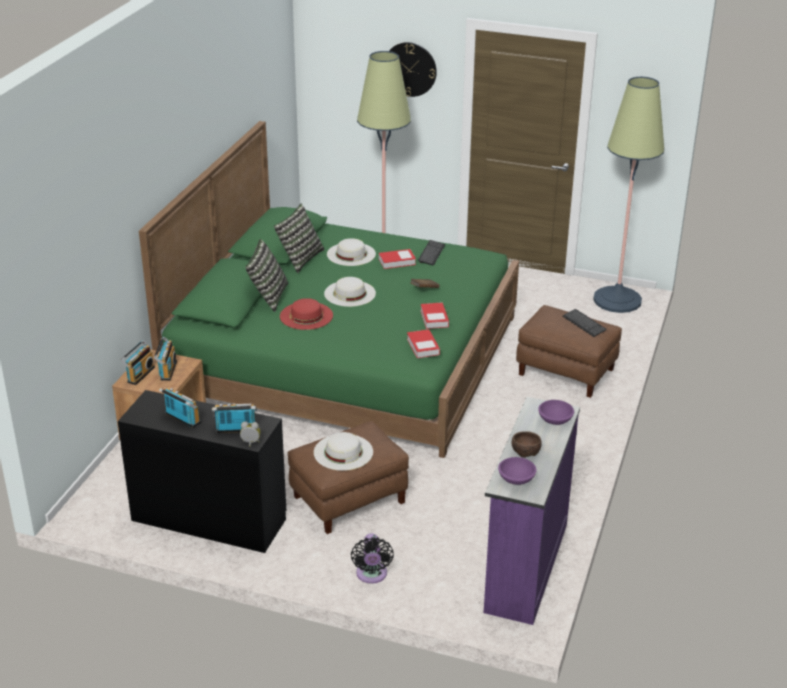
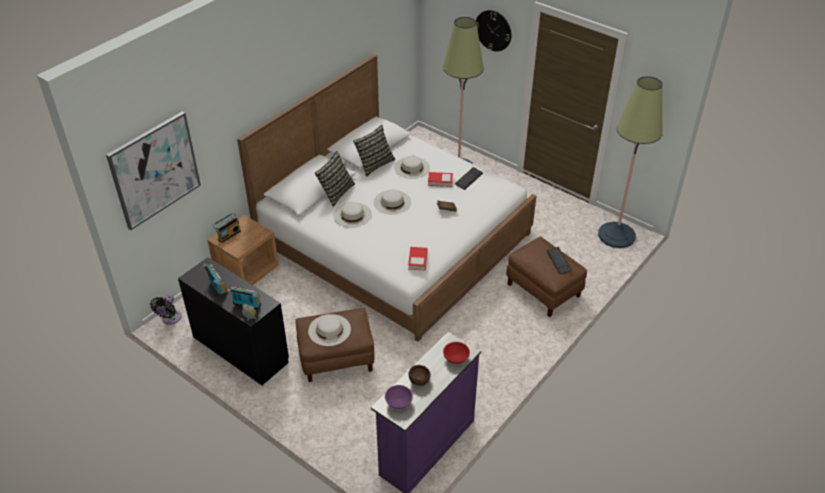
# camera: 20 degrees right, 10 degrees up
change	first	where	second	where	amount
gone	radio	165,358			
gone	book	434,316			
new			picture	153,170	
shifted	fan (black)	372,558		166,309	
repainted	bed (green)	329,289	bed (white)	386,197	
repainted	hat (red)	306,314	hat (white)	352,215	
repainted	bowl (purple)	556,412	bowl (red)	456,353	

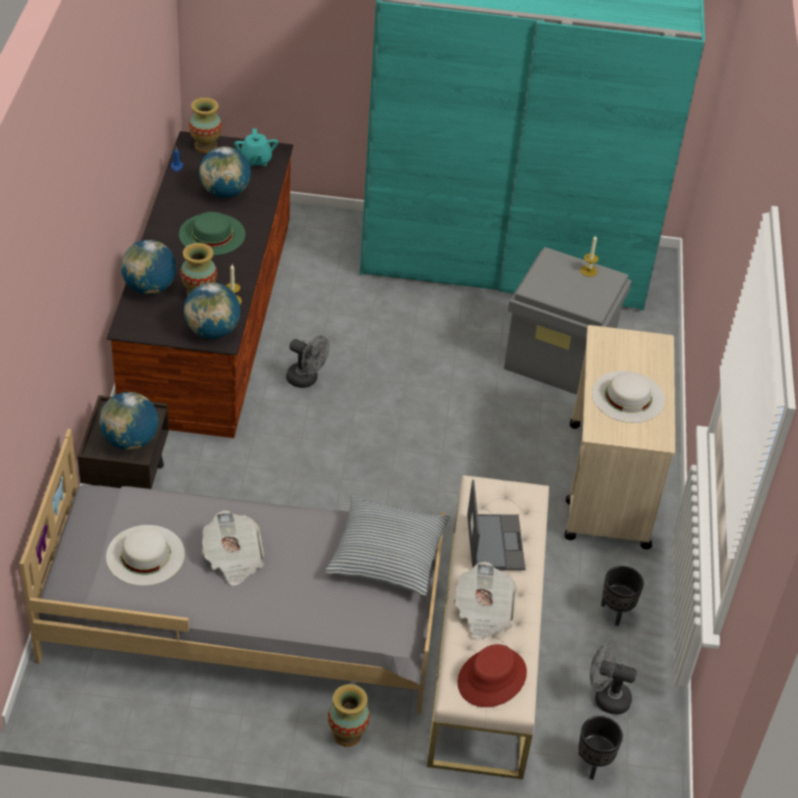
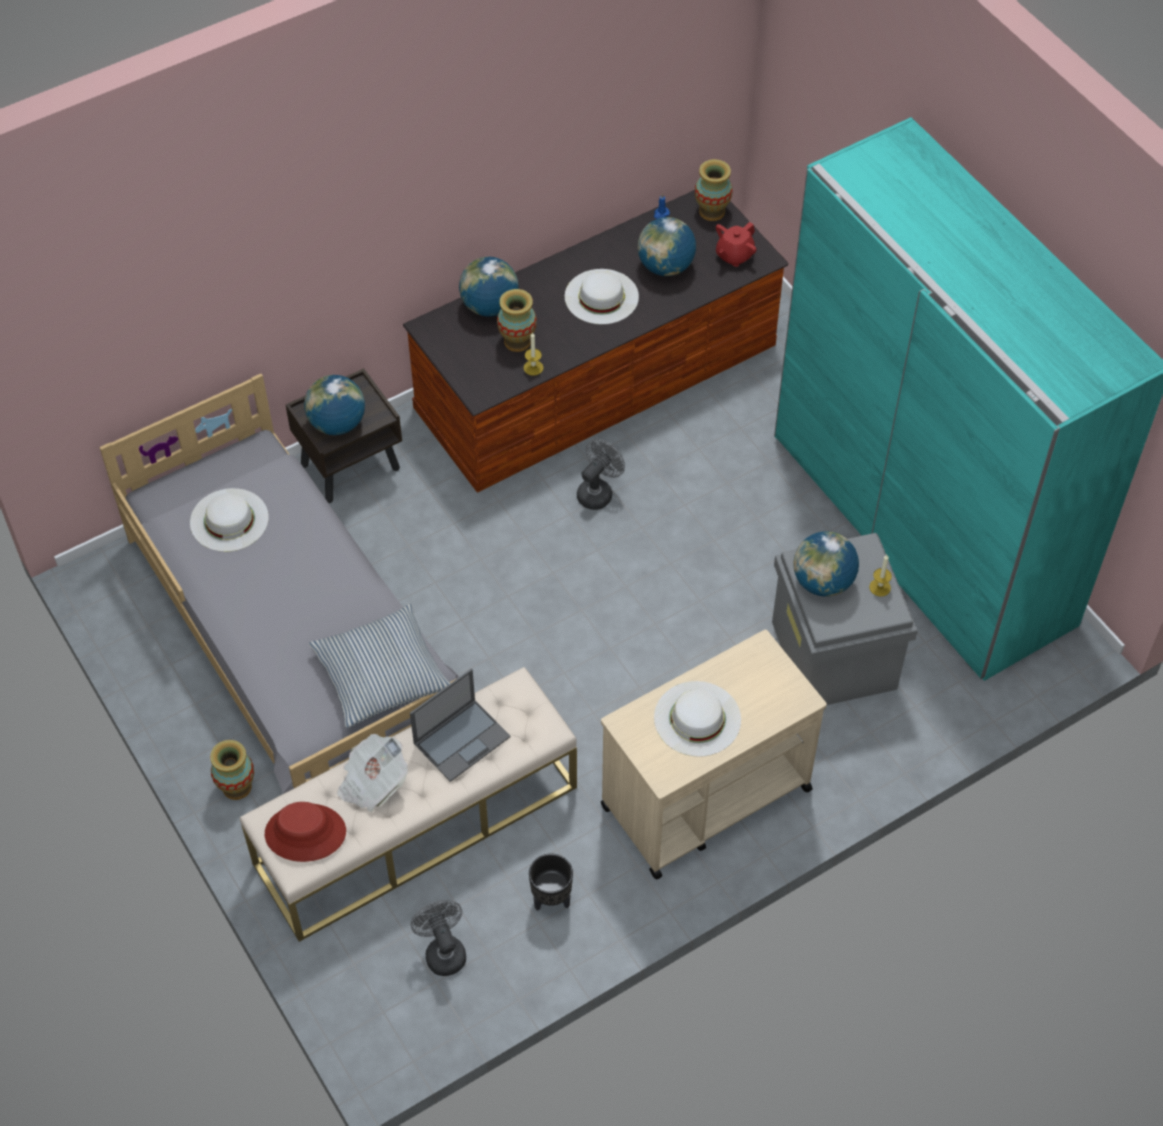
# camera: 55 degrees right, 10 degrees up
change	first	where	second	where	amount
gone	newspaper	233,548			
gone	planter (black)	600,748			
shifted	globe	212,310		826,564	
repainted	hat (green)	212,233	hat (white)	602,296	
repainted	teapot (turquoise)	256,147	teapot (red)	736,244	
rotated	fan (grey)	307,362		601,474	135 degrees counterclockwise

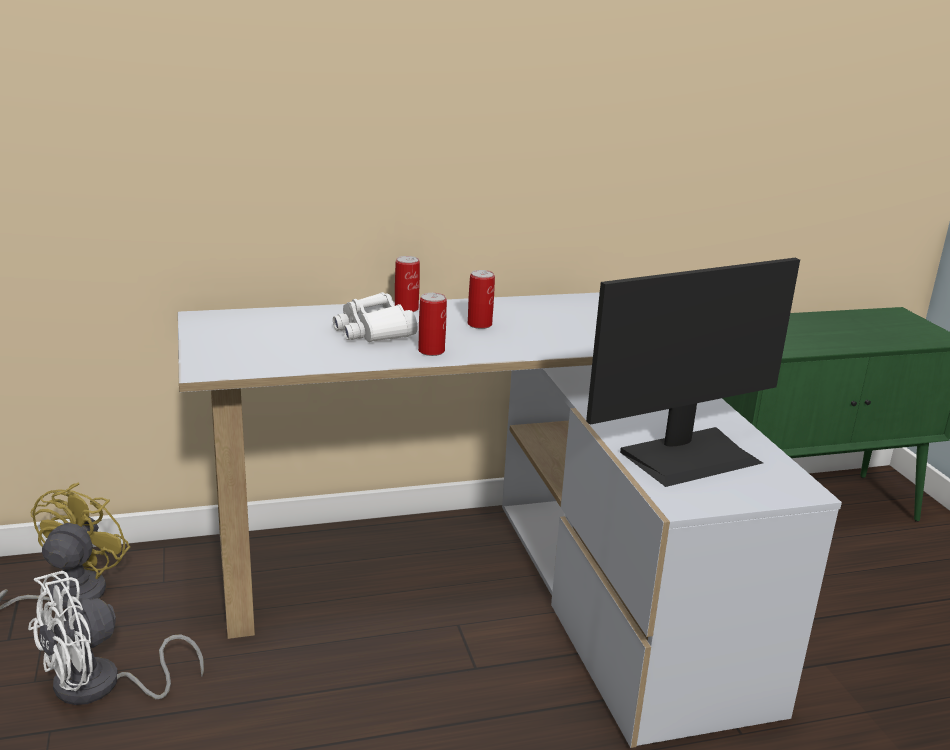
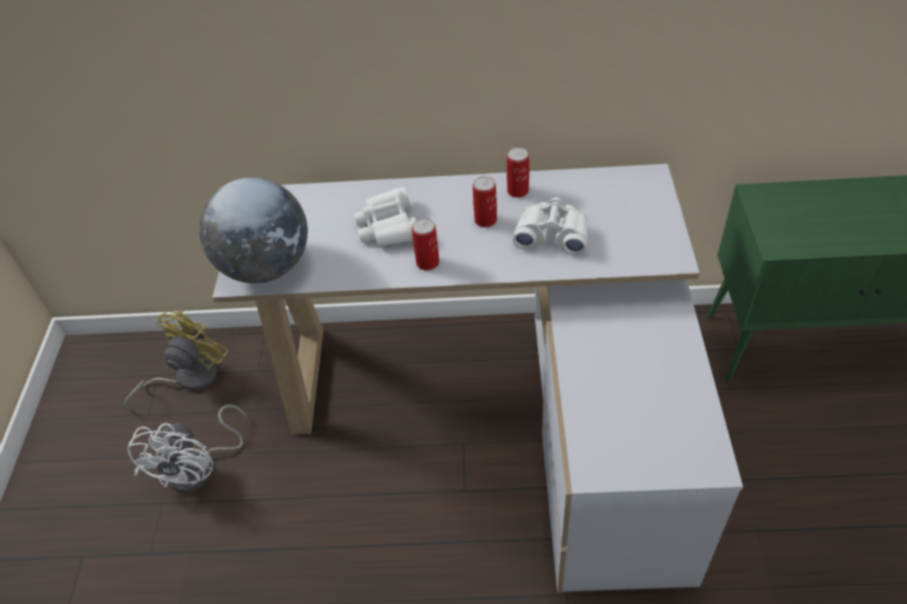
# camera: 20 degrees right, 25 degrees up
change	first	where	second	where	amount
gone	monitor	693,372			
new			globe	253,230	
new			binoculars (white)	550,226	
shifted	can	407,284		518,172	
rotated	fan (white)	116,638		187,448	60 degrees counterclockwise

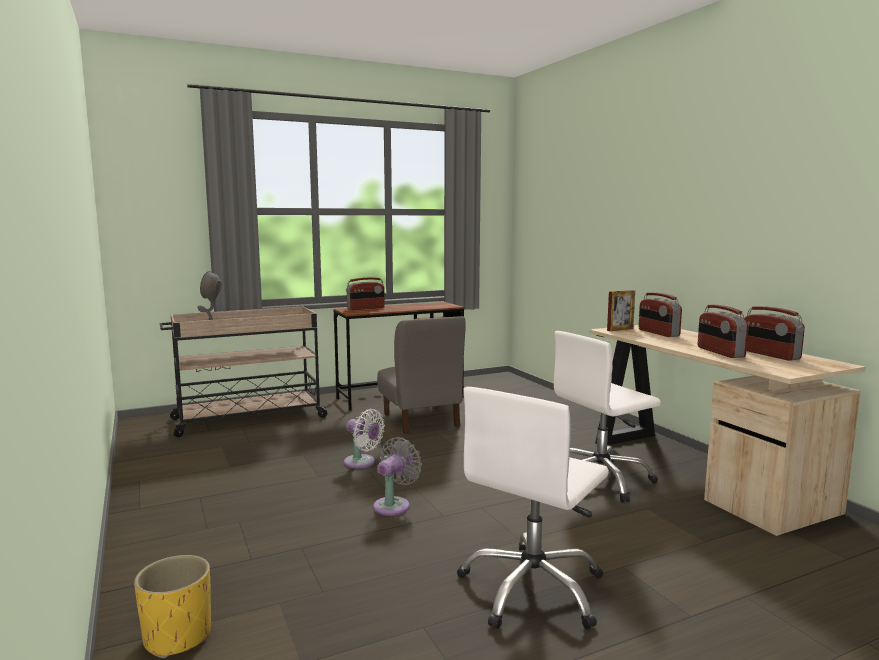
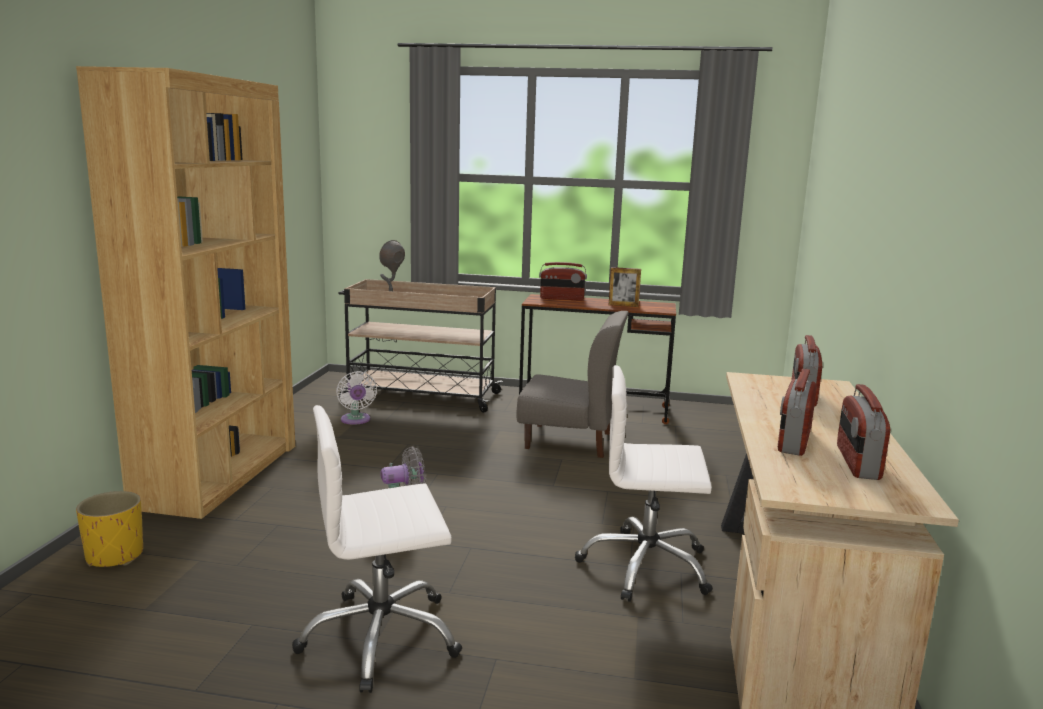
# camera: 35 degrees right, 5 degrees up
change	first	where	second	where	amount
new			bookcase (brown)	185,292	
shifted	fan (white)	364,438		356,398	
shifted	picture frame	621,310		625,287	
rotated	chair (grey)	421,375		572,384	90 degrees counterclockwise

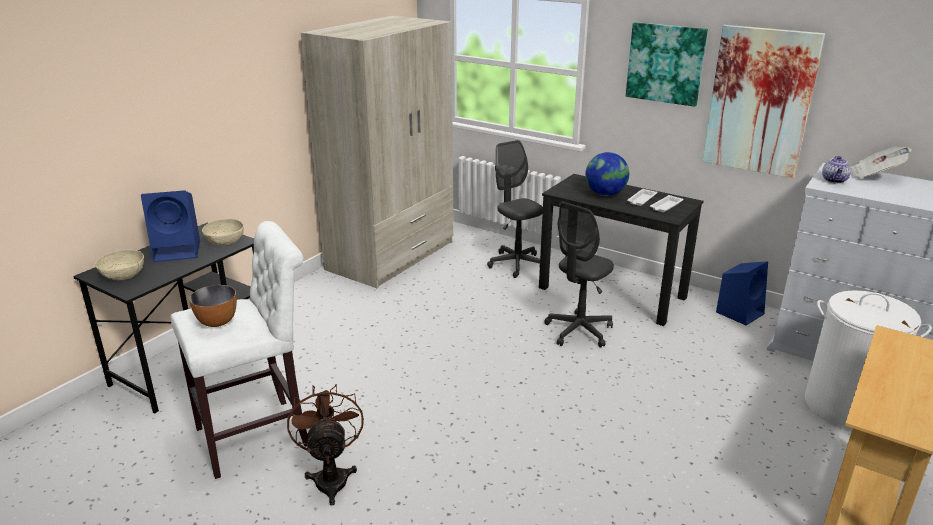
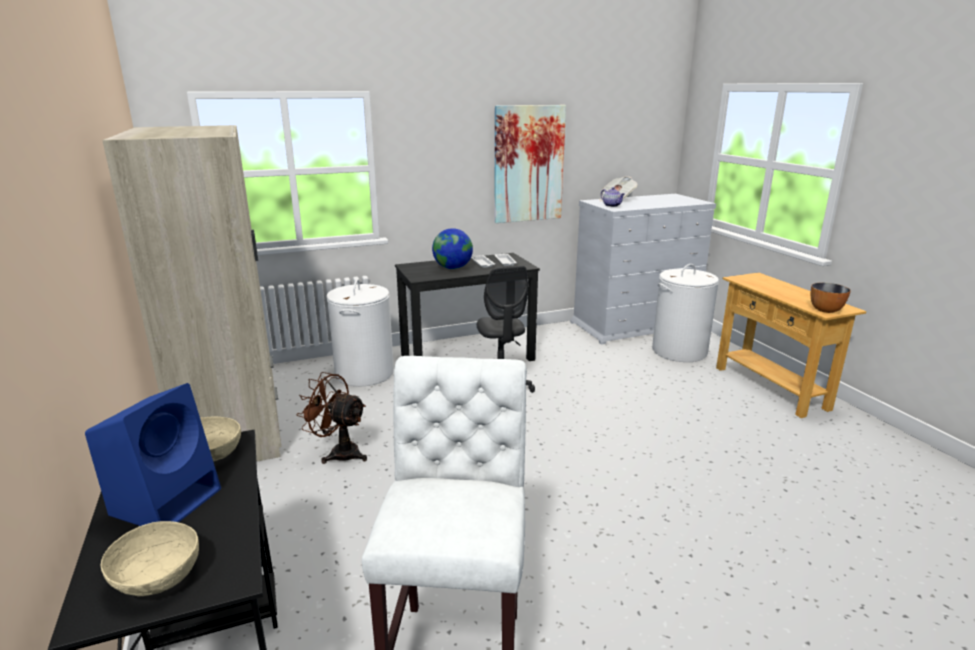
# camera: 55 degrees left, 5 degrees down
change	first	where	second	where	amount
gone	picture	667,64			
gone	speaker (blue)	742,293			
shifted	bowl	213,306		831,298	
shifted	fan (brown)	325,444		331,418	
swapped	office chair (grey)	515,209	laundry basket (white)	360,333	

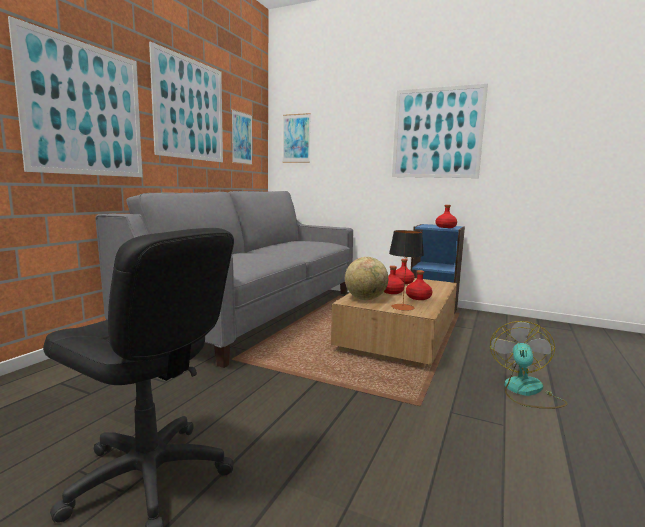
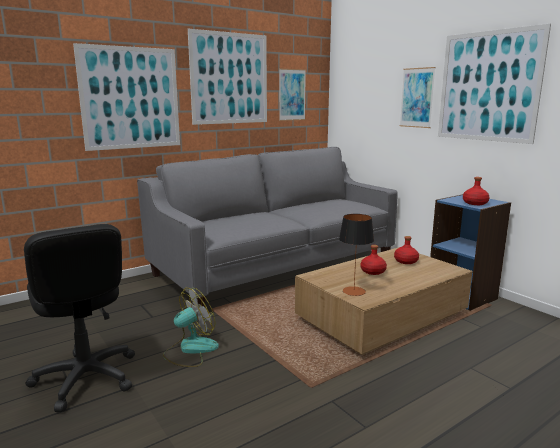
# camera: 30 degrees right, 5 degrees up
change	first	where	second	where	amount
gone	globe	366,278			
gone	bottle (red)	419,285			
shifted	picture	297,138		418,97	
shifted	fan	529,365		191,327	

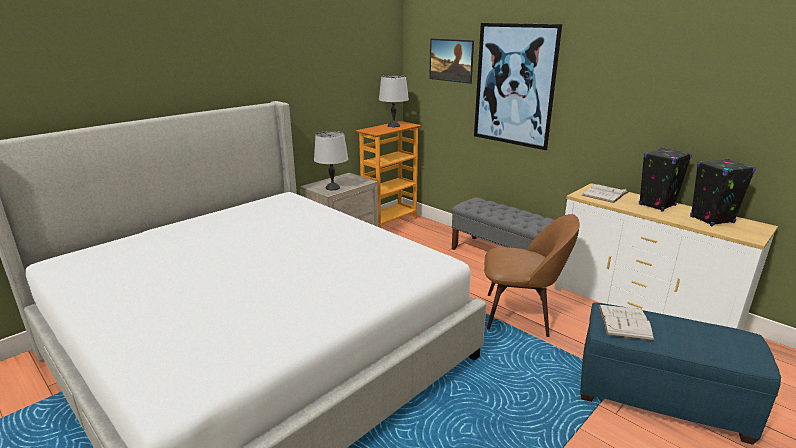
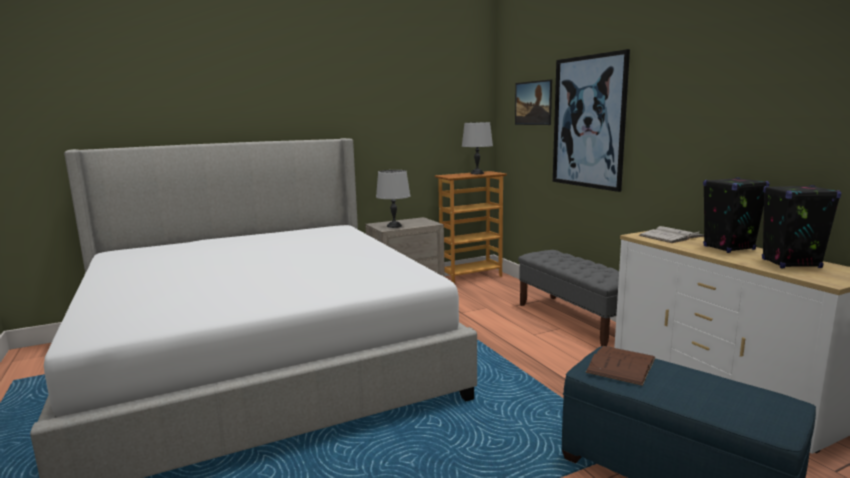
# camera: 20 degrees right, 10 degrees down
change	first	where	second	where	amount
gone	chair (brown)	532,275			
repainted	book (white)	627,323	book (brown)	620,366	

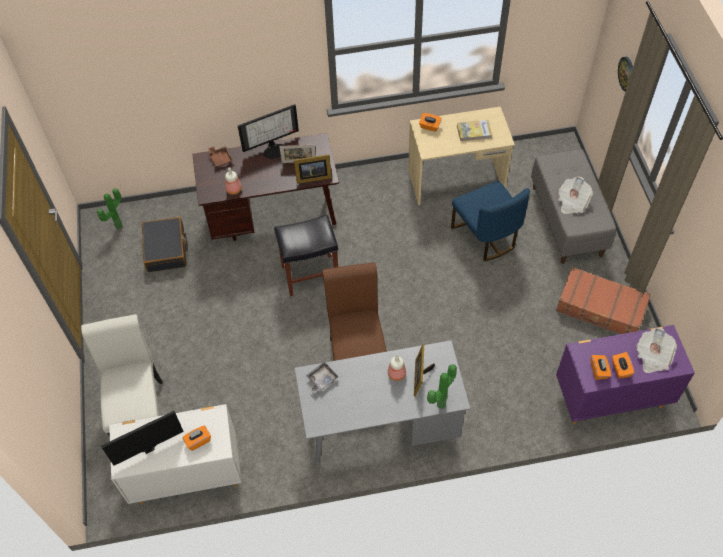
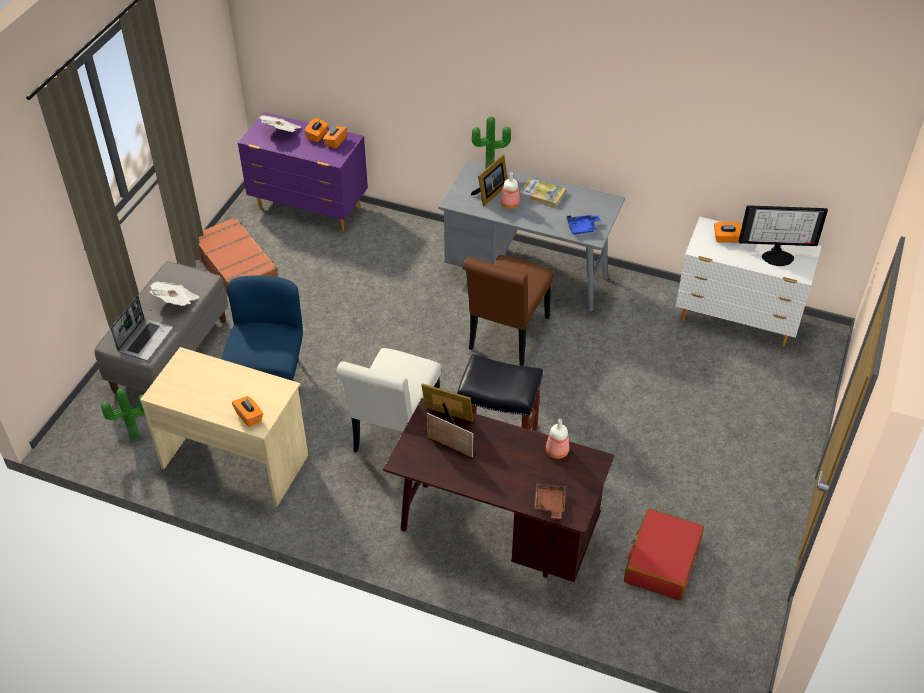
# camera: 150 degrees left, 10 degrees down
change	first	where	second	where	amount
gone	monitor	268,131			
gone	wall clock	625,74			
new			laptop	142,327	
shifted	chair (white)	122,375		388,400	
shifted	potted plant	110,208		123,414	
shifted	book	474,130		542,193	
repainted	suitcase (black)	165,244	suitcase (red)	664,555	
repainted	tray (grey)	322,377	tray (blue)	584,225	

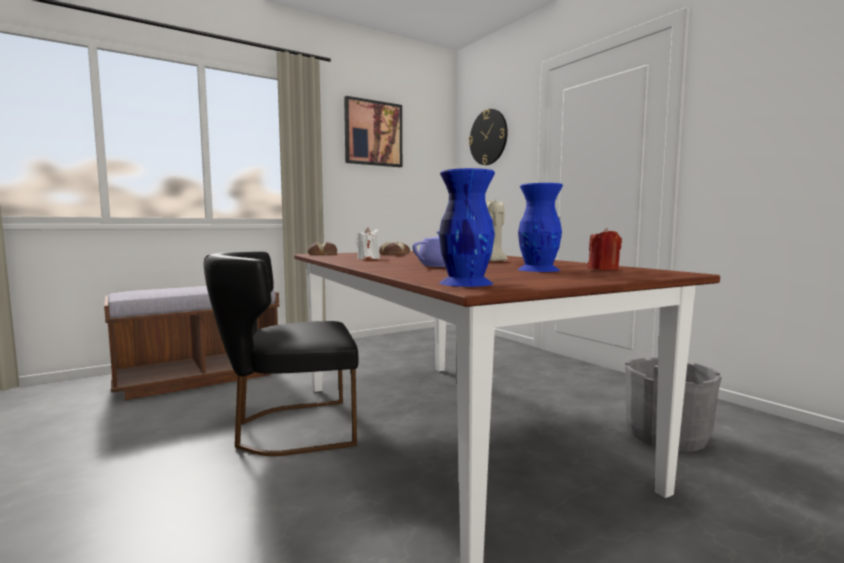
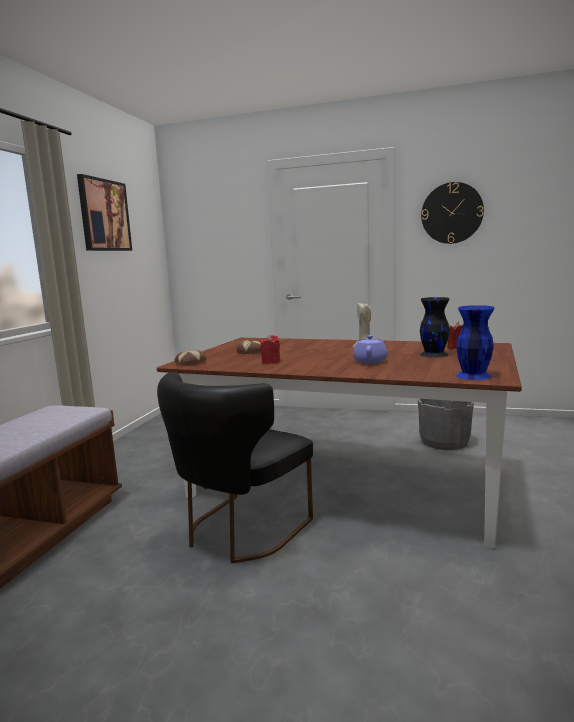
# camera: 40 degrees left, 5 degrees up
change	first	where	second	where	amount
shifted	wall clock	488,137		452,213	
repainted	candle (white)	368,243	candle (red)	270,349	
repainted	vase (blue)	540,227	vase (black)	435,327	

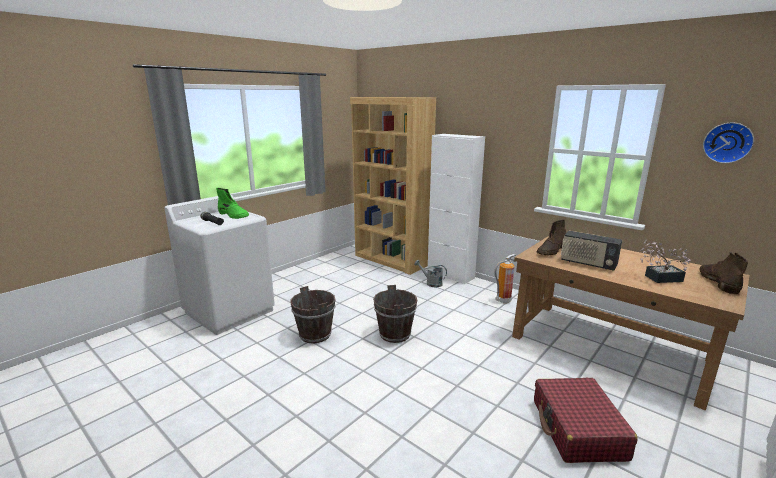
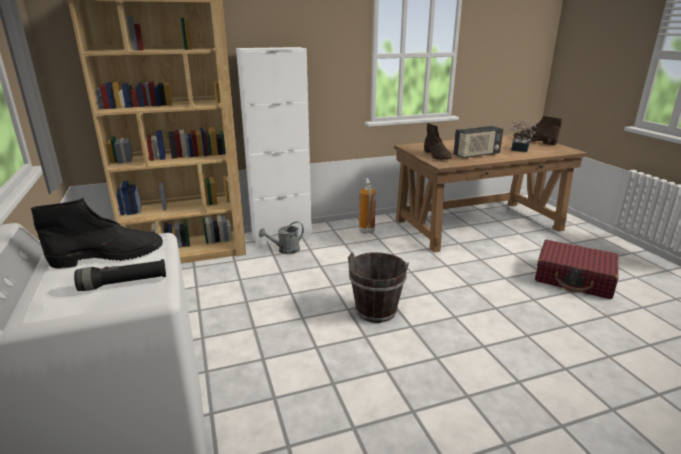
# camera: 60 degrees left, 5 degrees up
change	first	where	second	where	amount
gone	bucket (brown)	313,315			
gone	wall clock	728,143			
repainted	boot (green)	232,203	boot (black)	97,233	

